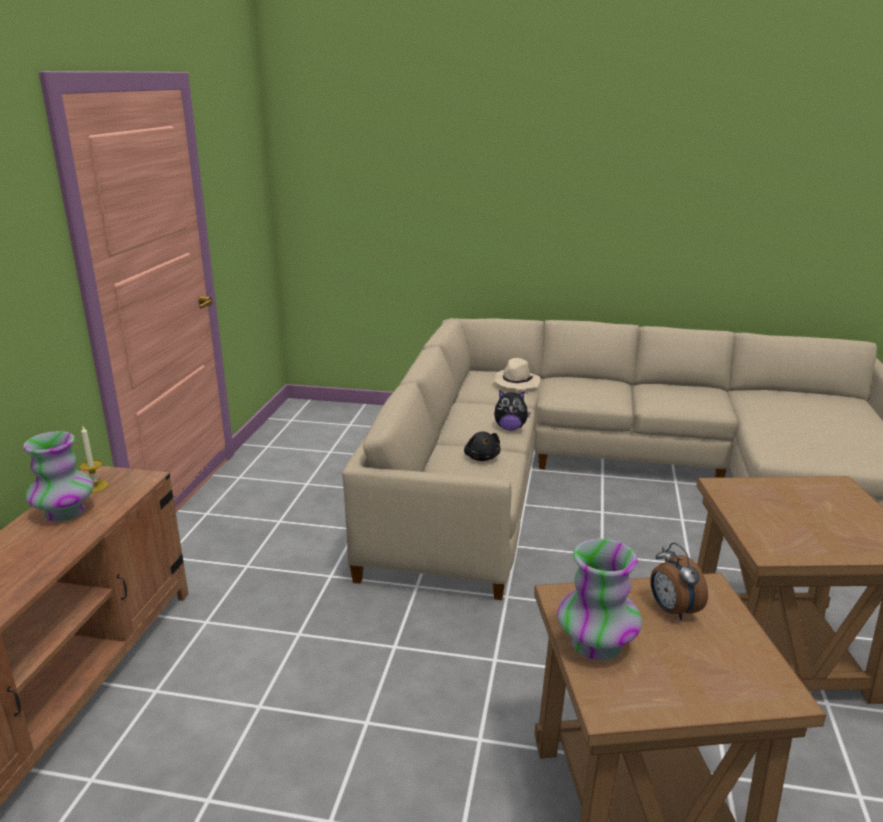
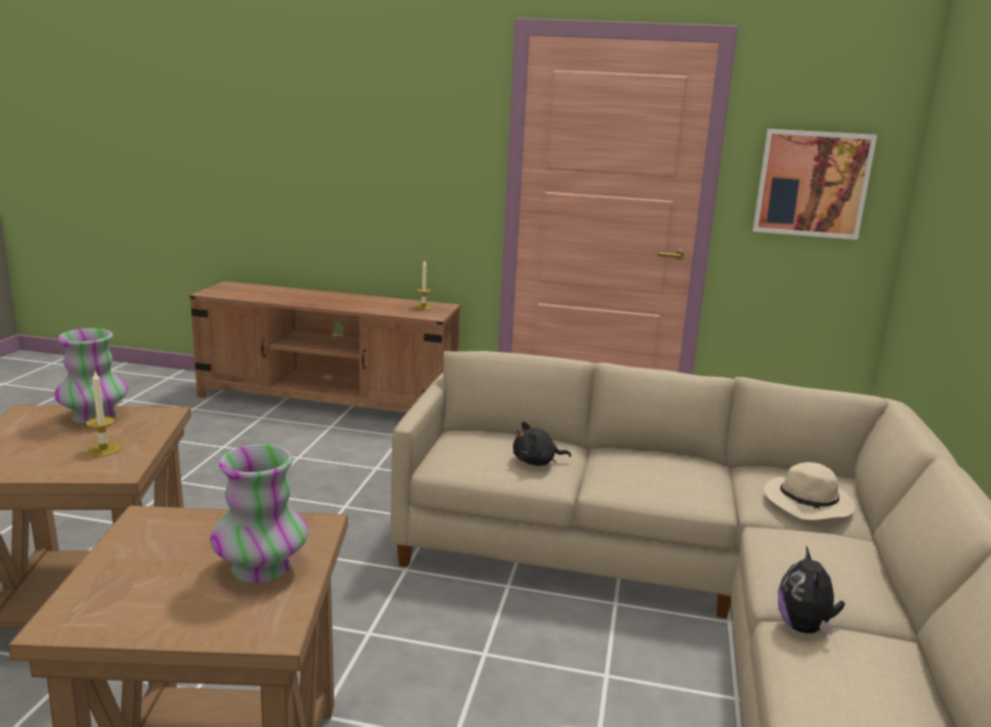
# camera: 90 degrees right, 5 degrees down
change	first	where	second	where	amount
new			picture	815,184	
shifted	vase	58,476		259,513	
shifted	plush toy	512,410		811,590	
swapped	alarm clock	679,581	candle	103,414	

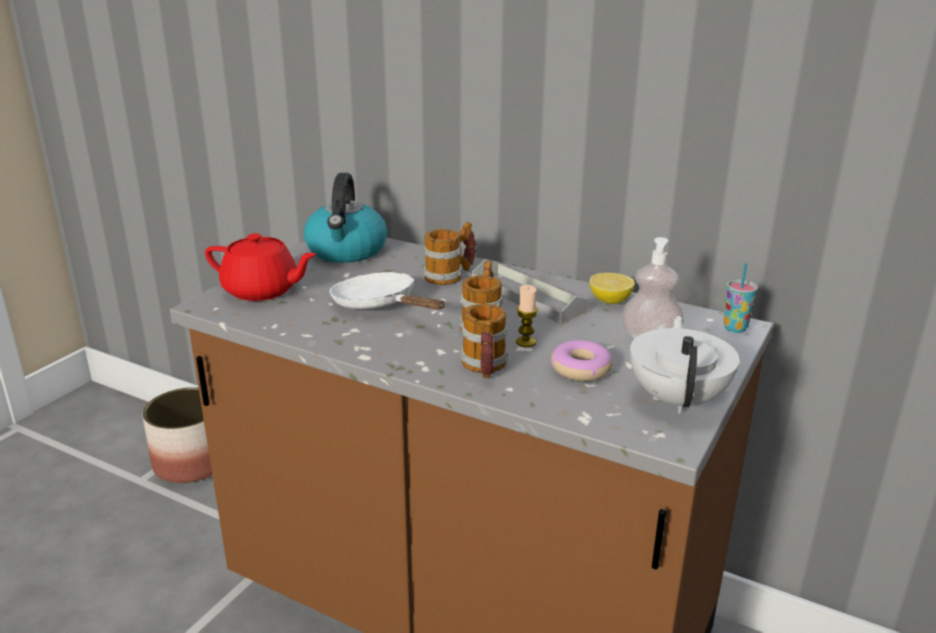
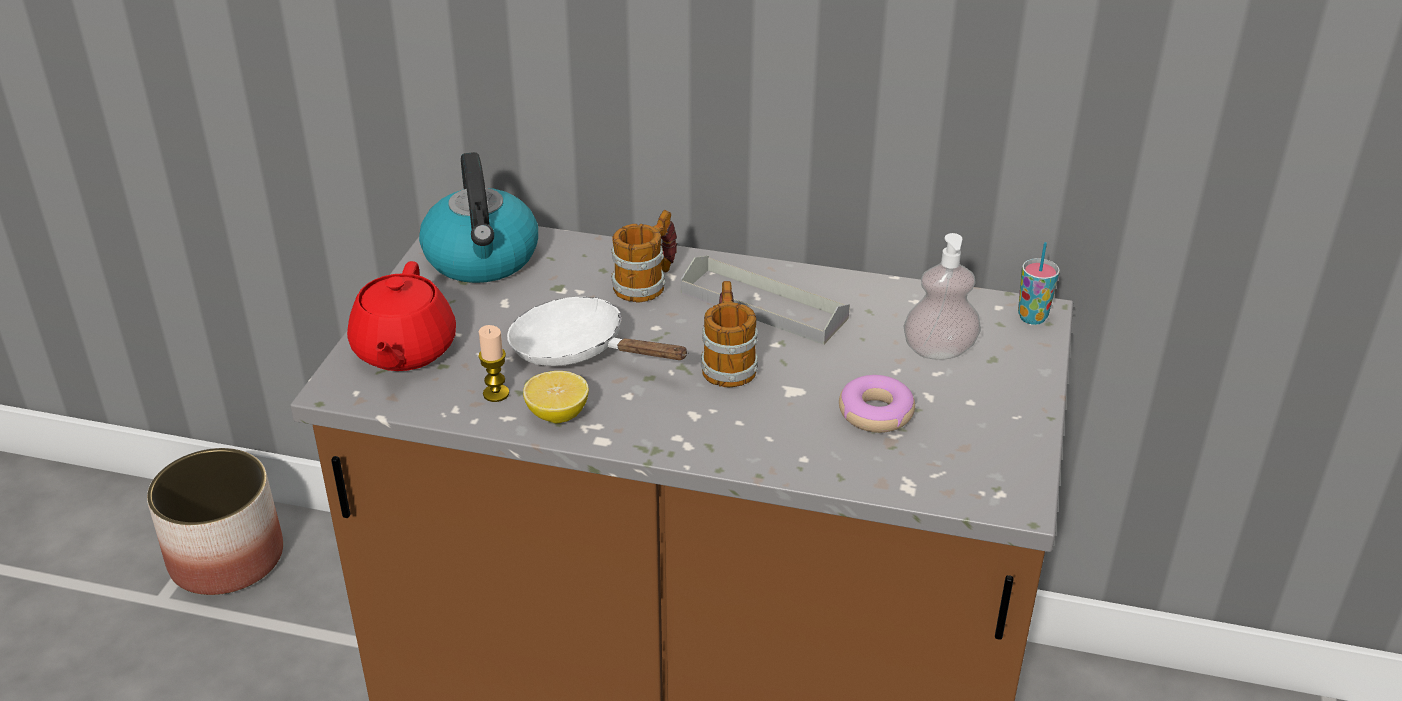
# camera: 15 degrees left, 10 degrees up
change	first	where	second	where	amount
gone	mug	484,341			
gone	teapot (white)	684,365			
shifted	candle	527,316		493,363	
shifted	lemon	612,288		556,397	
rotated	teapot (red)	261,267		401,316	90 degrees clockwise

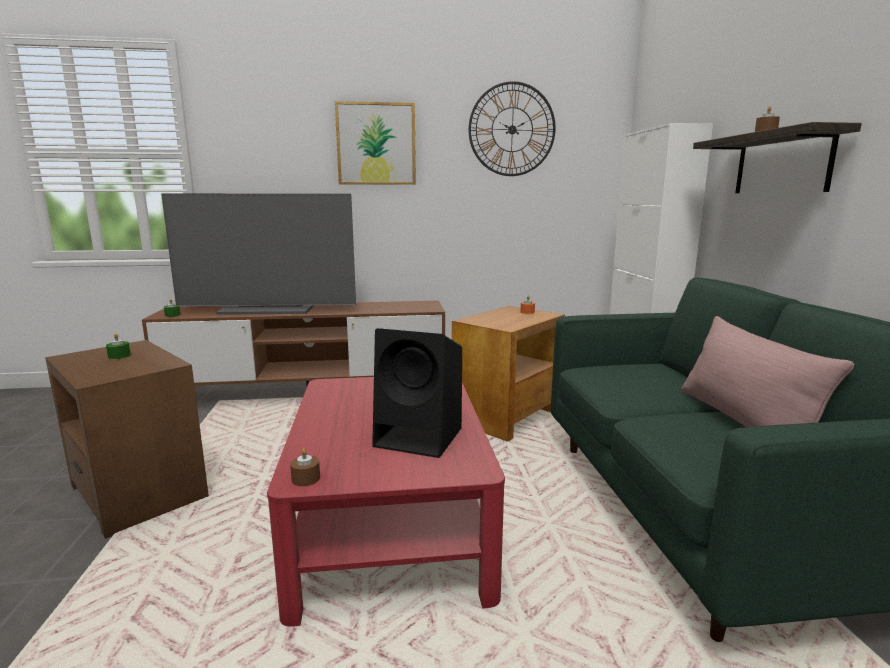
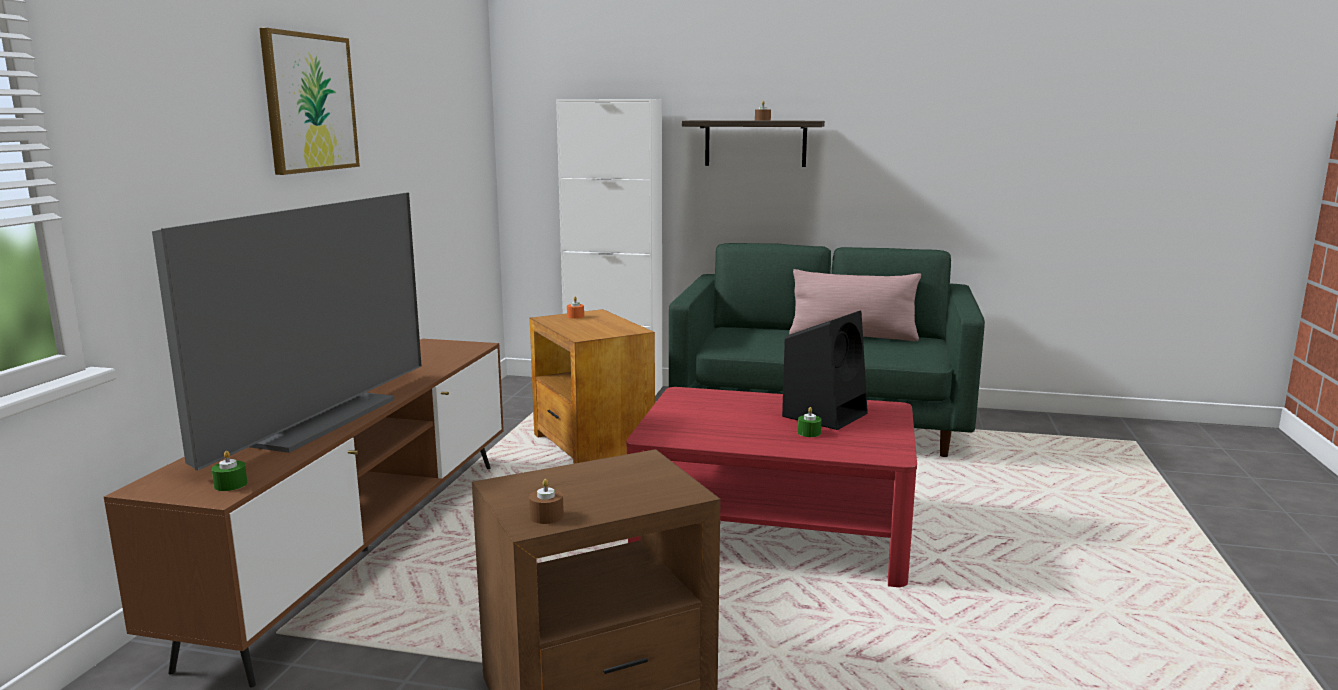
# camera: 70 degrees left, 0 degrees up
change	first	where	second	where	amount
gone	wall clock	511,128			
shifted	candle (green)	118,346		810,422	
shifted	candle (brown)	305,467		546,501	

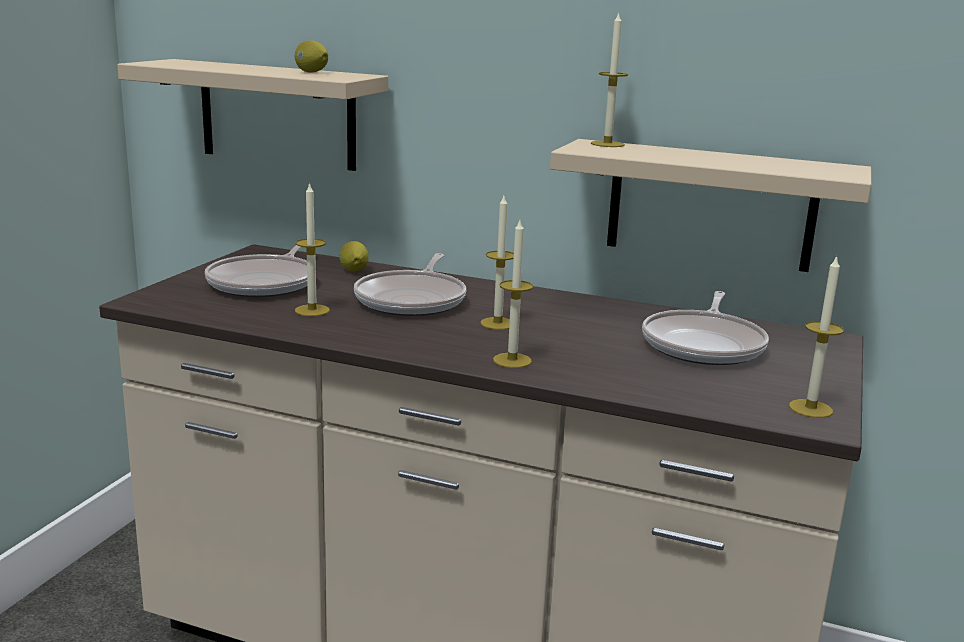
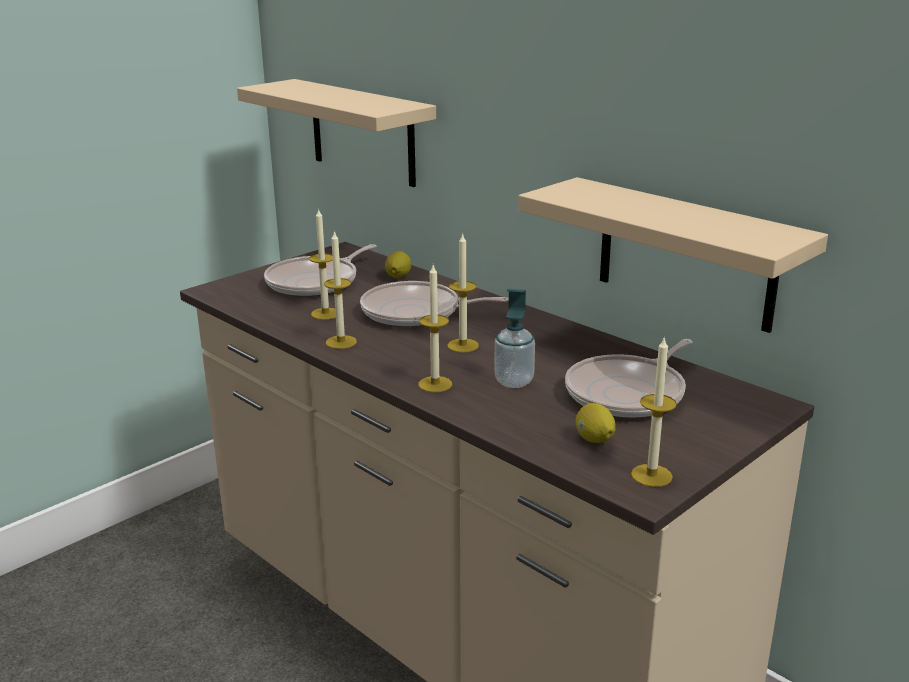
# camera: 25 degrees right, 5 degrees up
change	first	where	second	where	amount
new			soap dispenser	514,338	
shifted	lemon	311,56		596,423	
shifted	candle	609,79		340,290	
rotated	frying pan	410,284		434,304	60 degrees clockwise

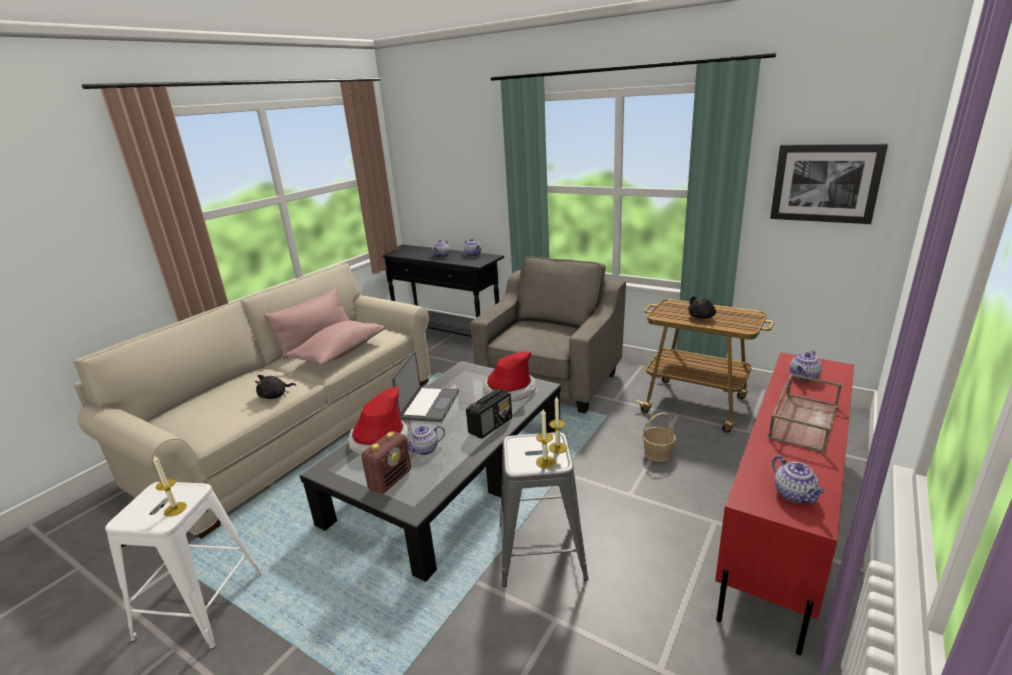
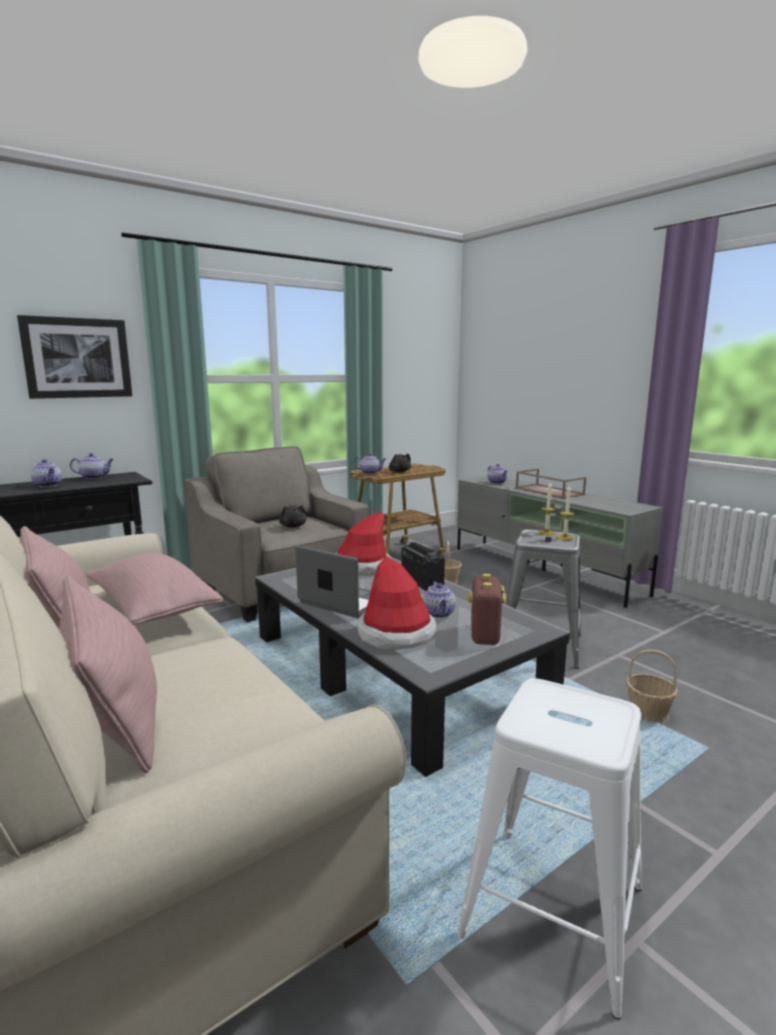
# camera: 70 degrees left, 10 degrees down
change	first	where	second	where	amount
gone	candle	170,486			
new			pillow (pink)	108,674	
new			basket	652,686	
shifted	plush toy (black)	275,387		292,516	
shifted	picture	829,184		74,357	
shifted	teapot	798,479		369,463	
repainted	tv stand (red)	784,503	tv stand (grey)	560,542	
rotated	radio	386,462		487,609	135 degrees counterclockwise

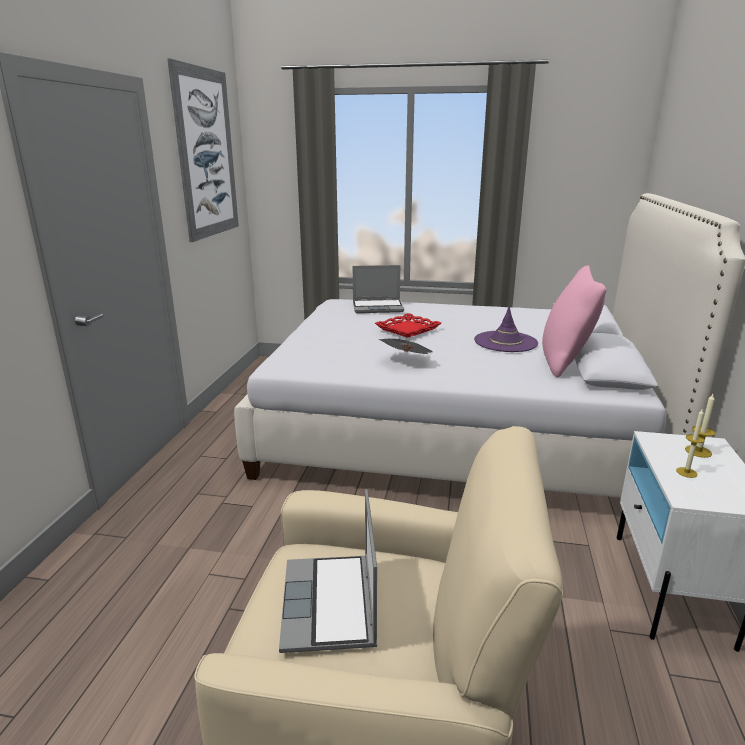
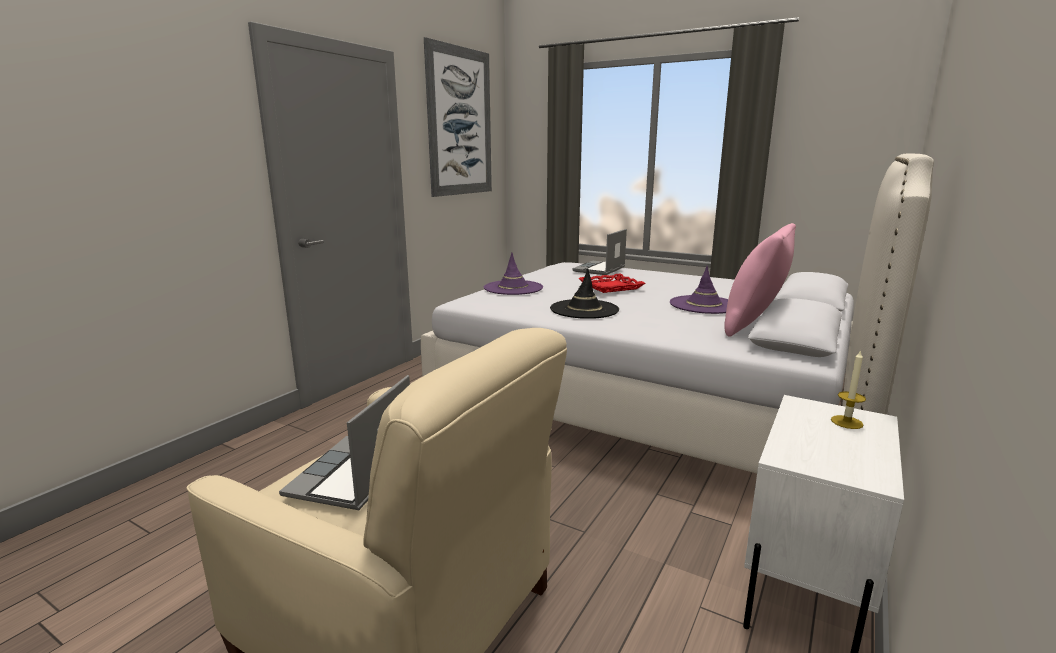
# camera: 20 degrees right, 5 degrees down
change	first	where	second	where	amount
gone	candle	690,443			
new			hat (purple)	513,273	
swapped	newspaper	405,346	hat (black)	584,293	
rotated	laptop	378,289		599,252	105 degrees clockwise

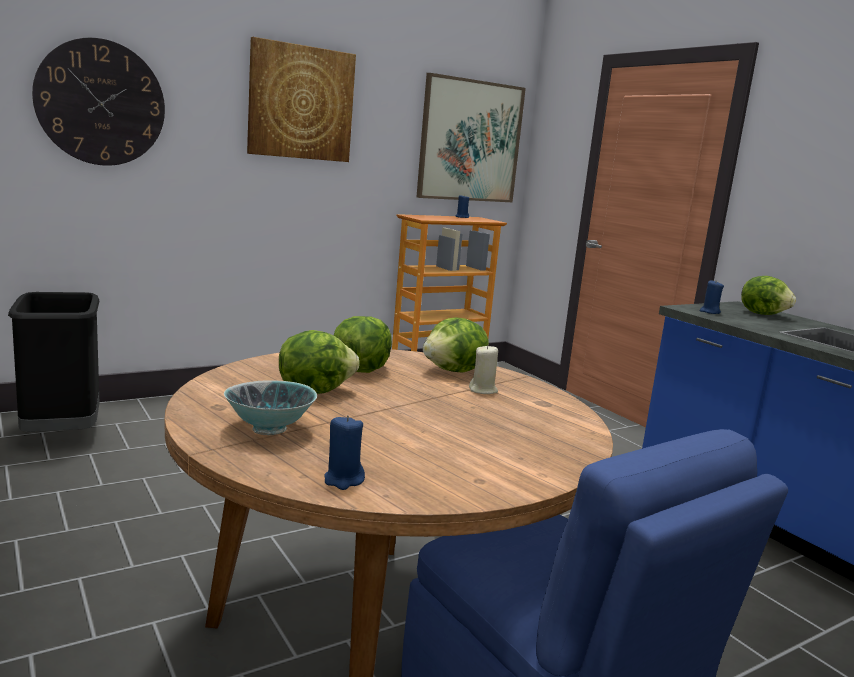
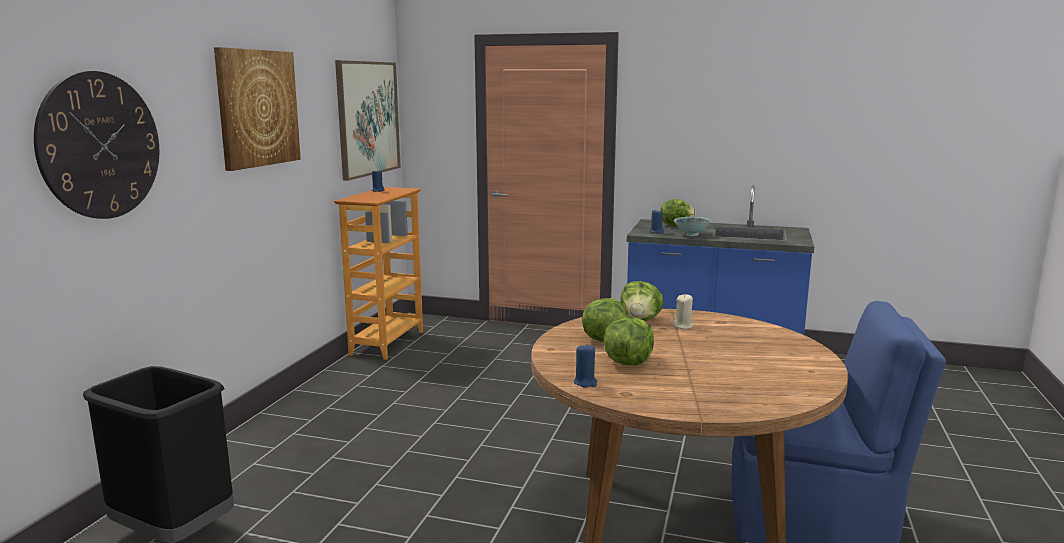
# camera: 40 degrees left, 0 degrees up
change	first	where	second	where	amount
shifted	bowl	270,407		692,226	
shifted	candle (blue)	344,452		585,366	

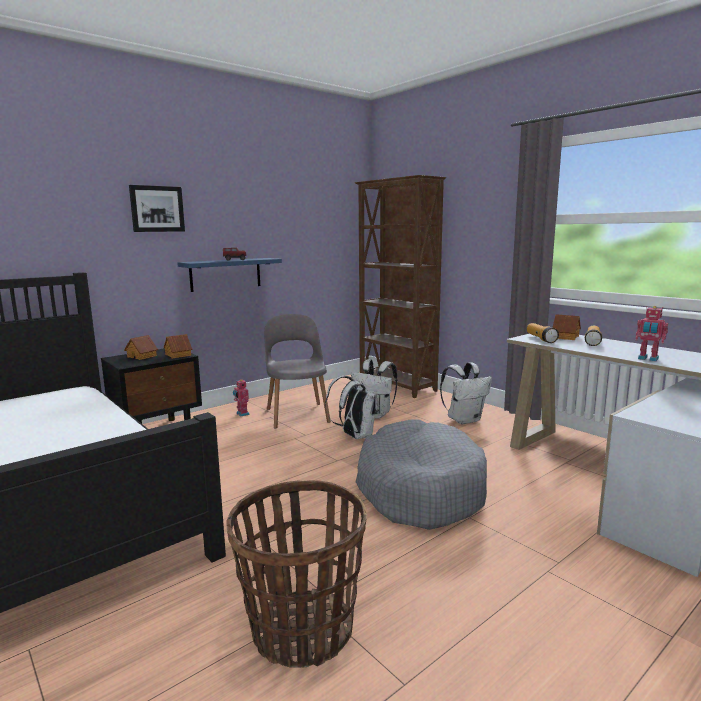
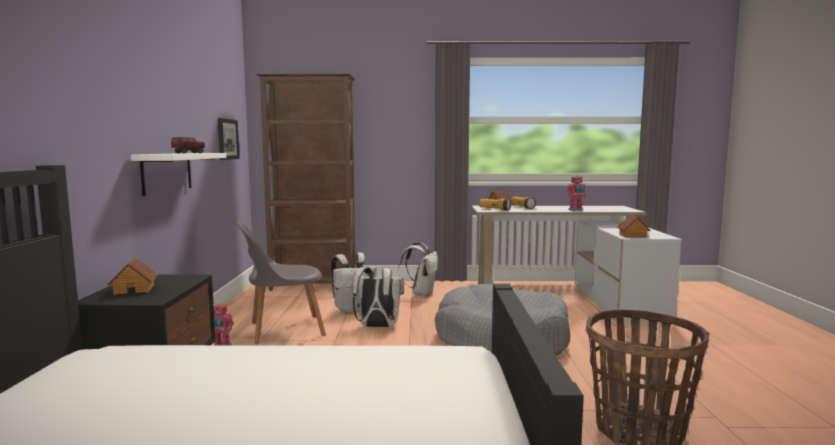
# camera: 50 degrees left, 5 degrees down
change	first	where	second	where	amount
shifted	picture	157,208		229,139	
shifted	toy house	178,346		634,226	
repainted	shelf (blue)	229,275	shelf (white)	179,174	
rotated	chair (grey)	297,371		281,282	45 degrees counterclockwise

